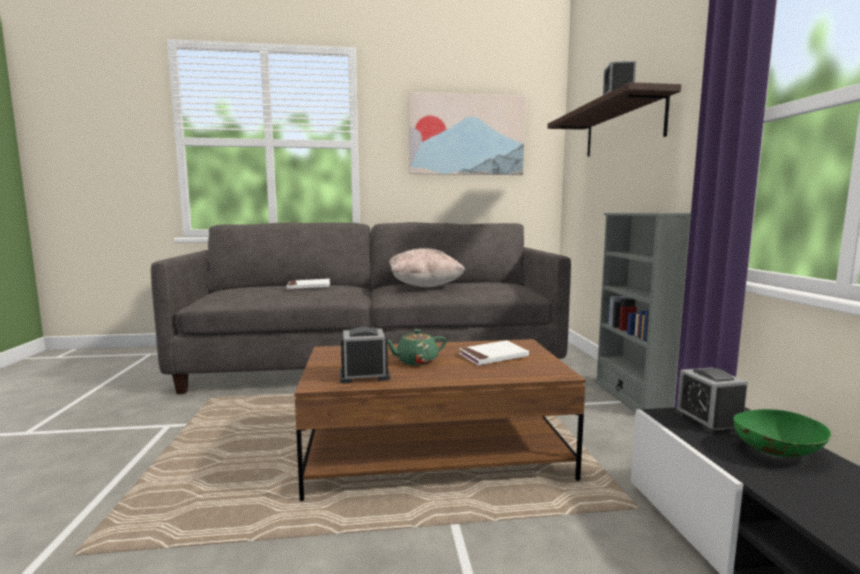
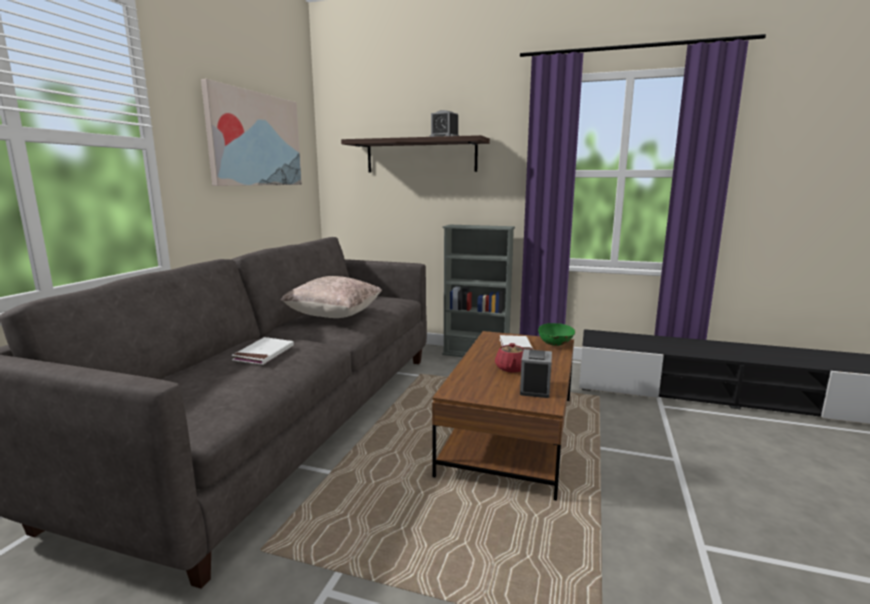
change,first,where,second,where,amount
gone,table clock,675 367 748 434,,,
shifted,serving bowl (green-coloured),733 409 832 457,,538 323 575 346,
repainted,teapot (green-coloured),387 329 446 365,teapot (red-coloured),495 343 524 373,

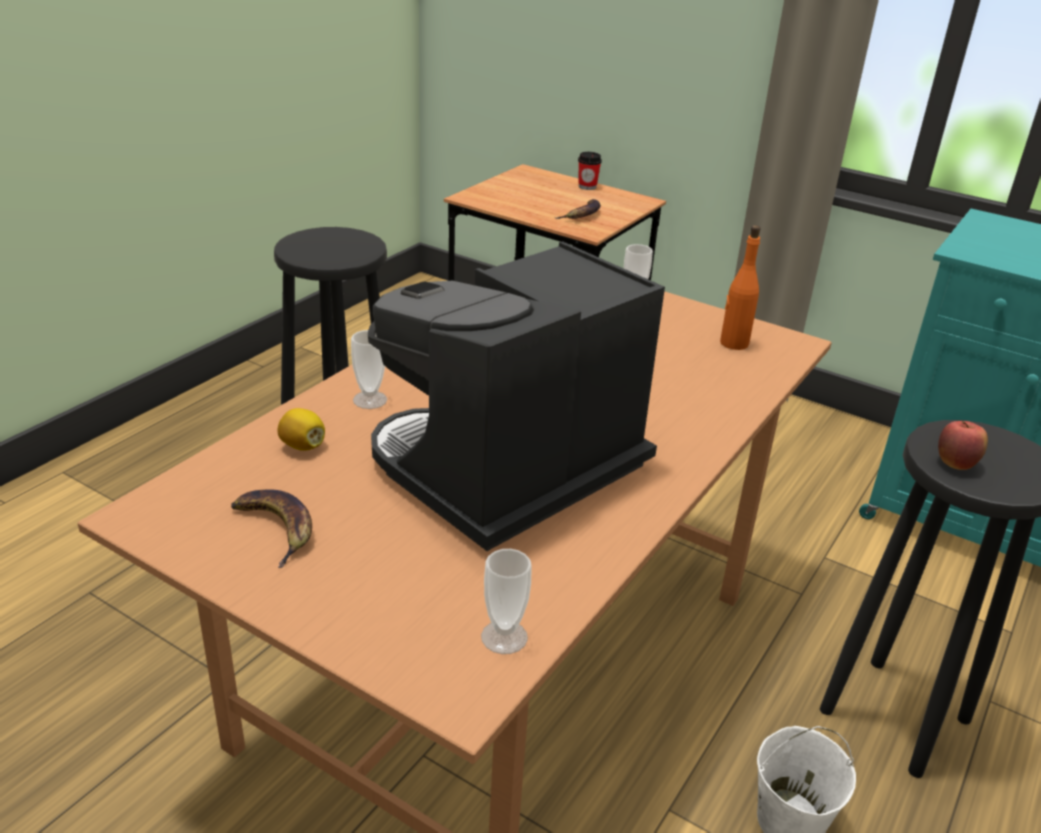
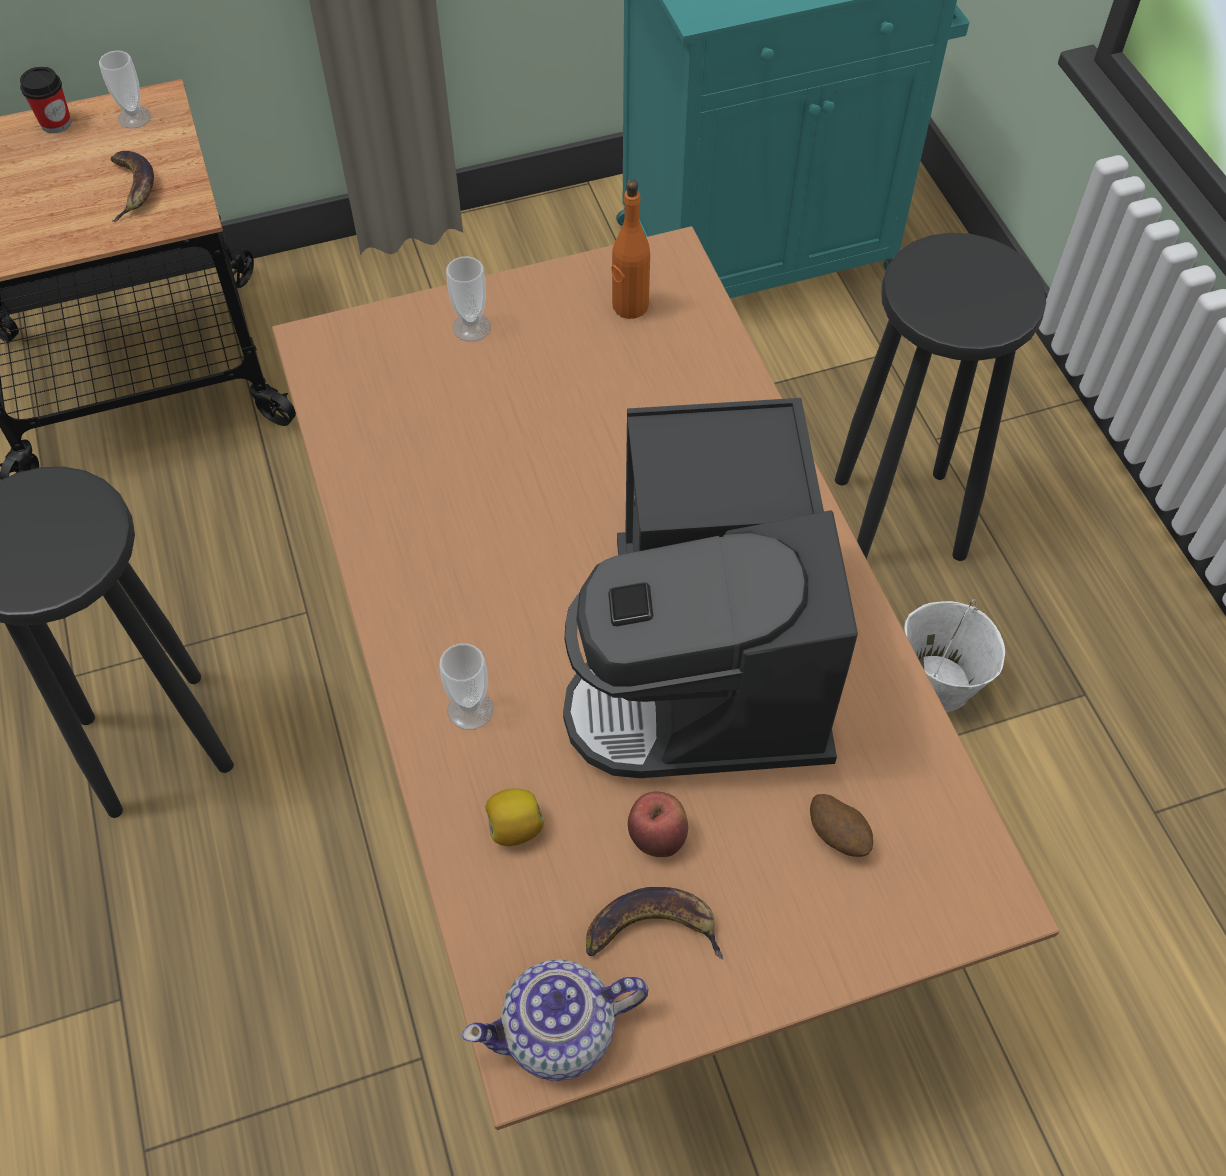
change,first,where,second,where,amount
new,,,teapot,462 959 648 1081,
new,,,potato,810 794 873 857,
shifted,small cup,481 549 532 654,,99 50 151 129,
shifted,whole apple,938 421 988 470,,628 791 688 857,

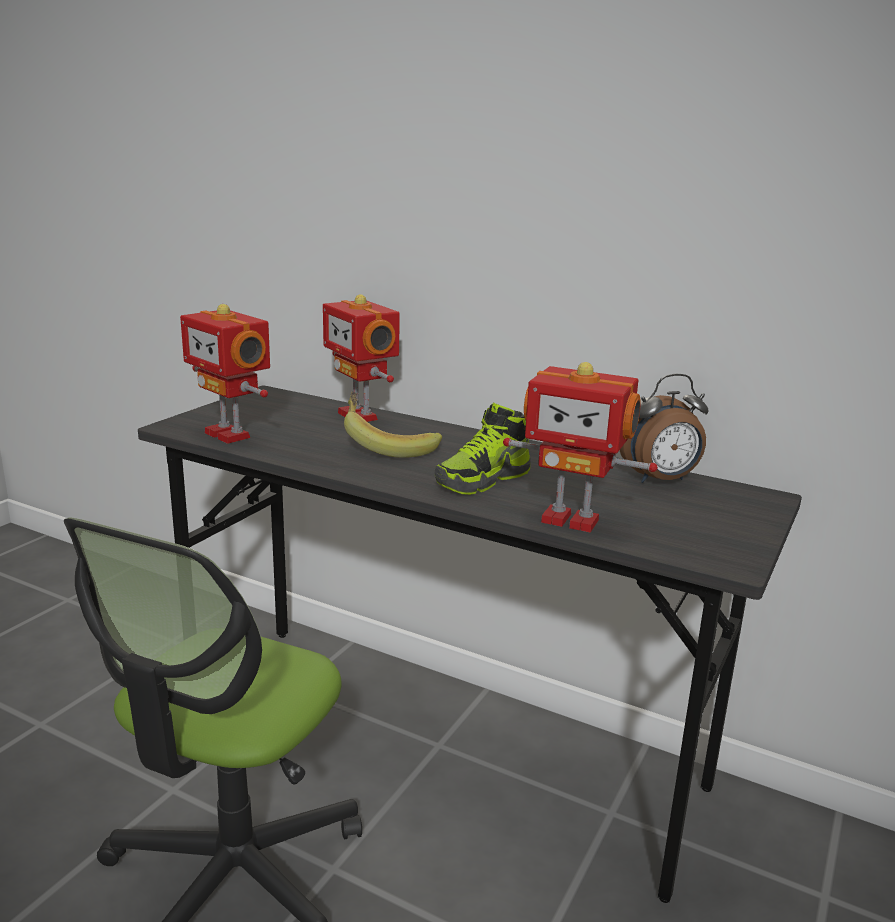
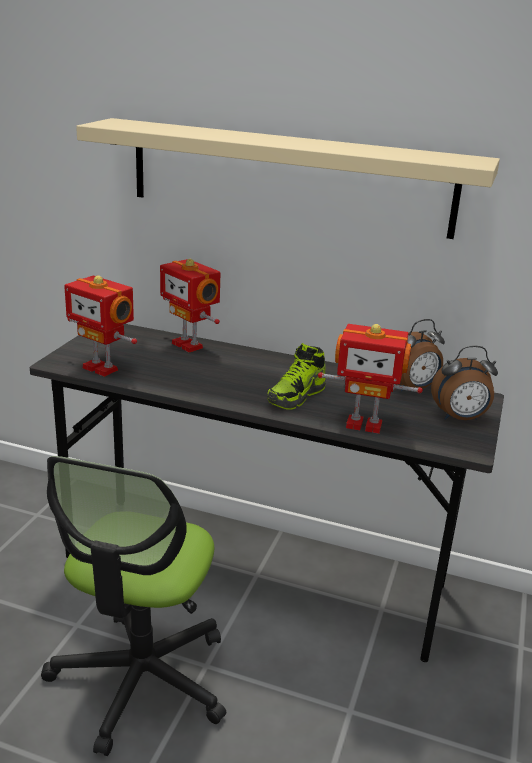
change,first,where,second,where,amount
gone,banana fruit,344 391 442 458,,,
new,,,shelf (beige-coloured),76 118 500 239,
new,,,table clock,431 345 498 420,

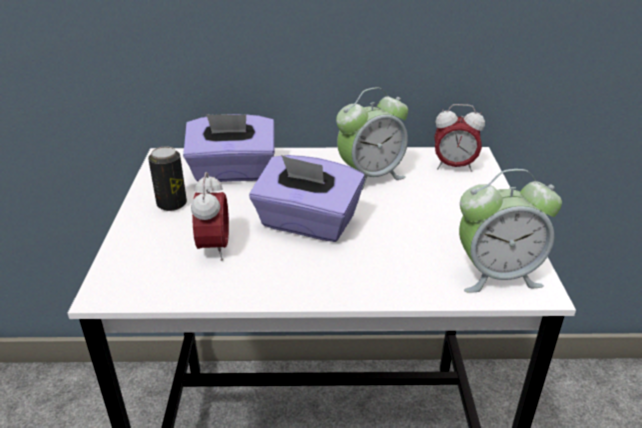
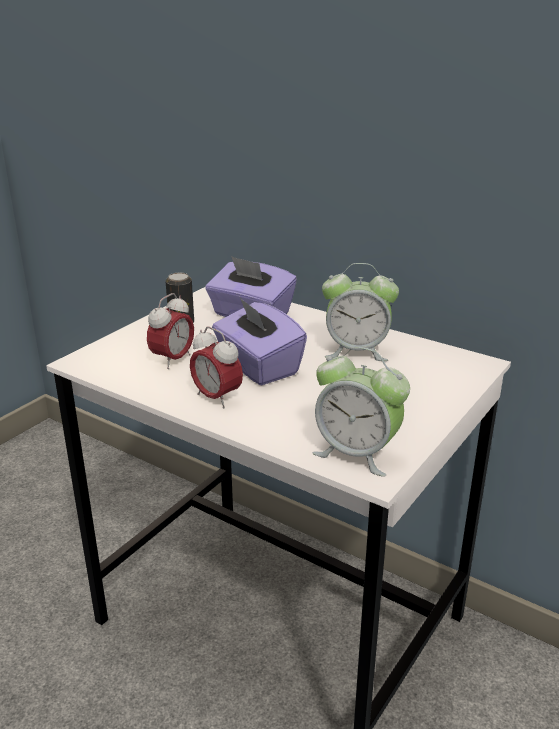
change,first,where,second,where,amount
shifted,table clock,434 104 485 172,,190 327 243 408,

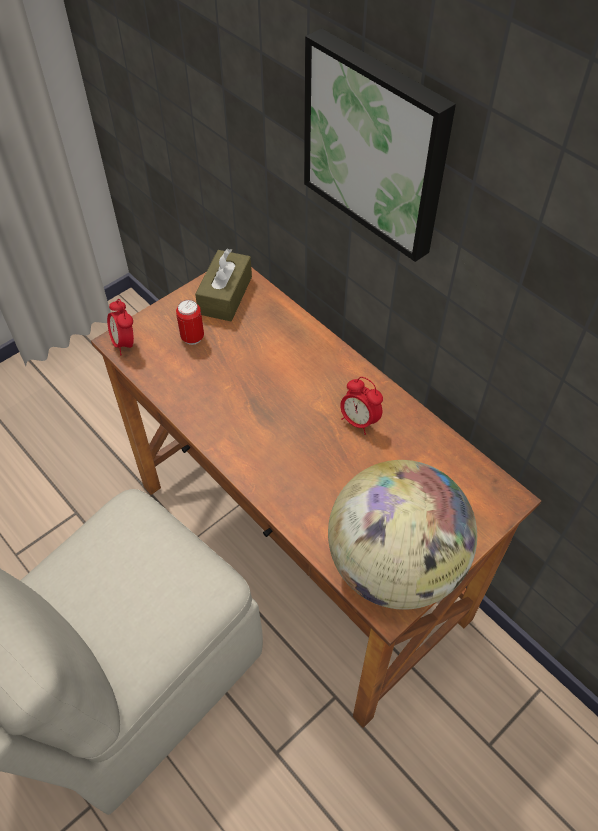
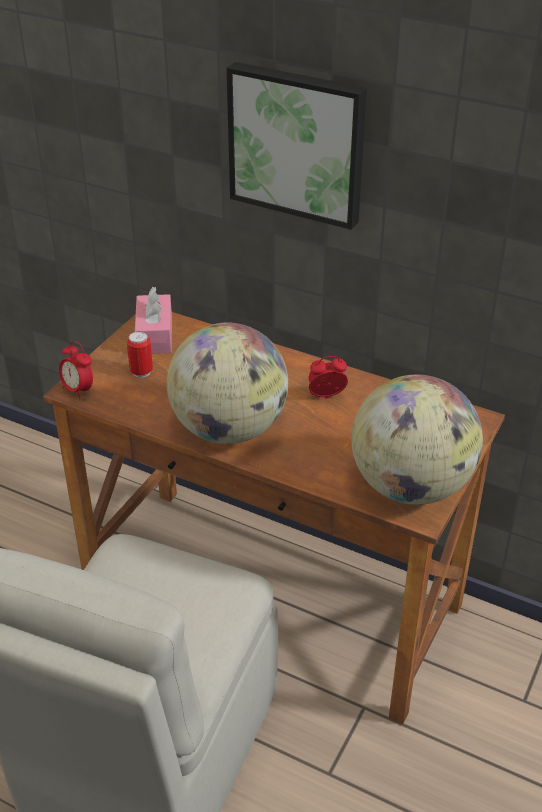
change,first,where,second,where,amount
new,,,globe,167 323 288 444,
repainted,tissue holder (brown),195 249 252 321,tissue holder (pink),135 286 172 354,
rotated,table clock,340 377 383 435,,309 356 348 399,150 degrees clockwise

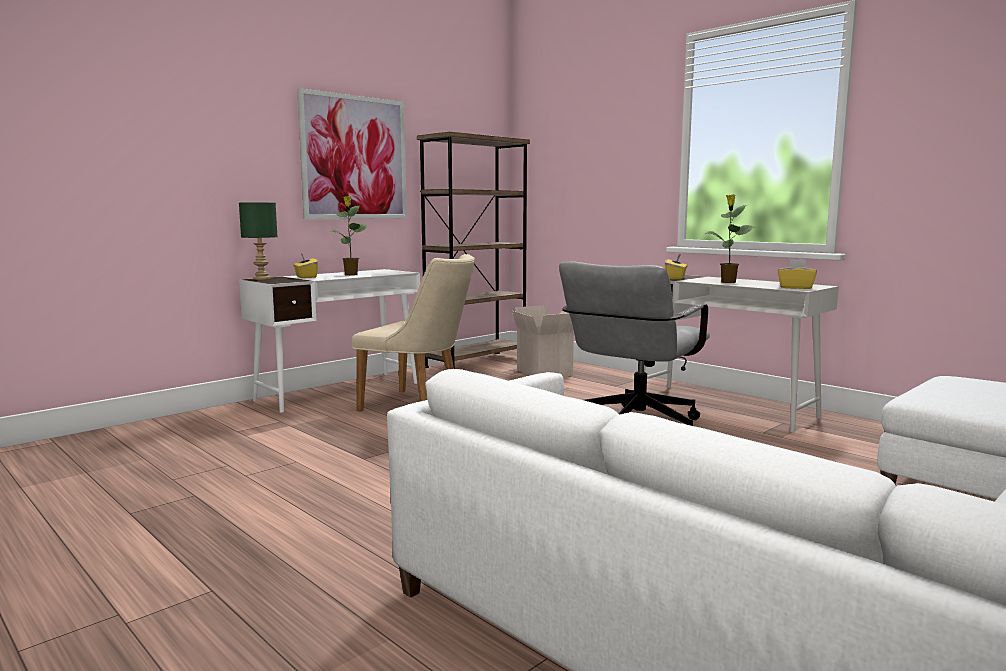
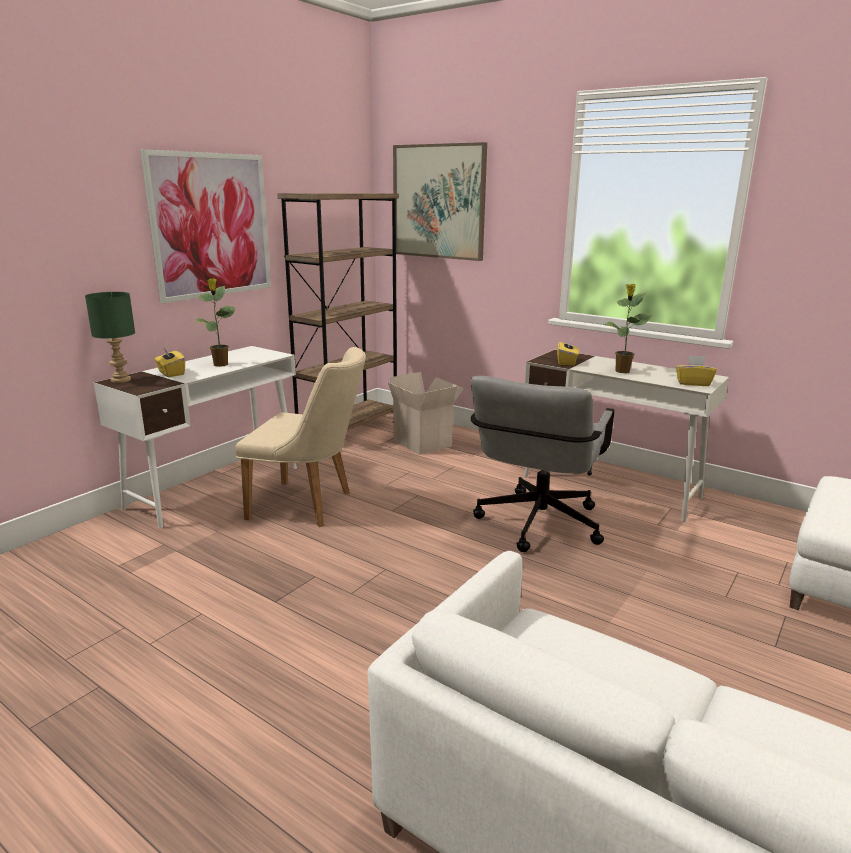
change,first,where,second,where,amount
new,,,wall picture,393 142 487 261,

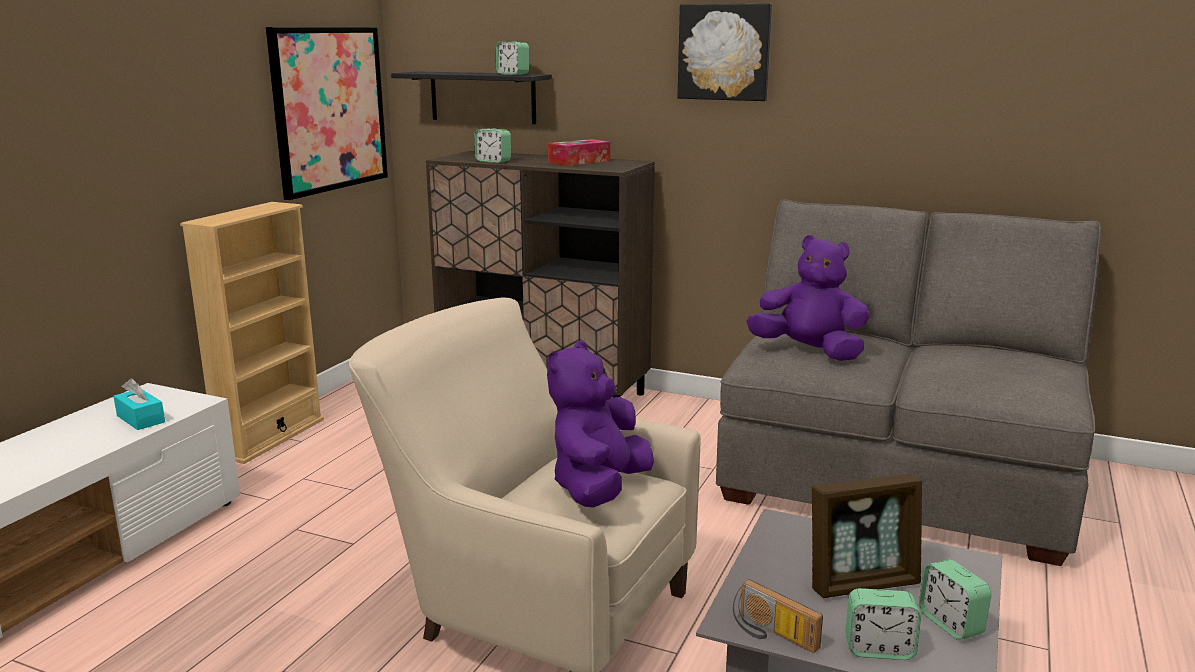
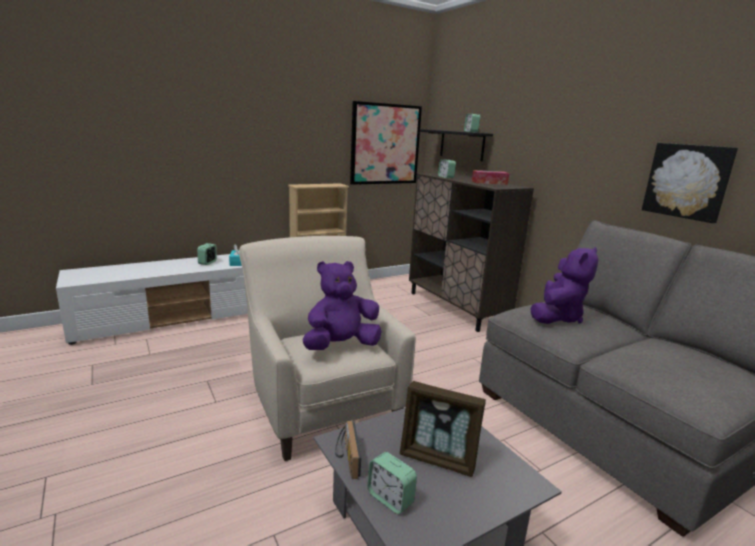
change,first,where,second,where,amount
shifted,wall picture,677 3 772 101,,642 143 738 223,
shifted,table clock,919 559 992 640,,197 243 217 265,
rotated,cuddly toy (purplish),747 235 870 361,,530 247 598 324,60 degrees clockwise

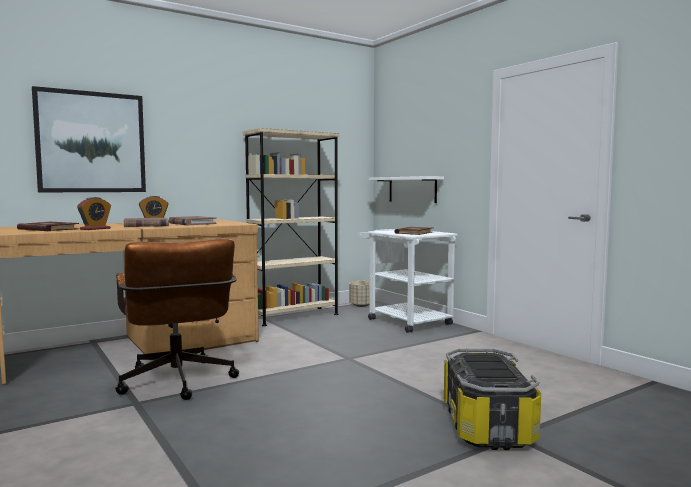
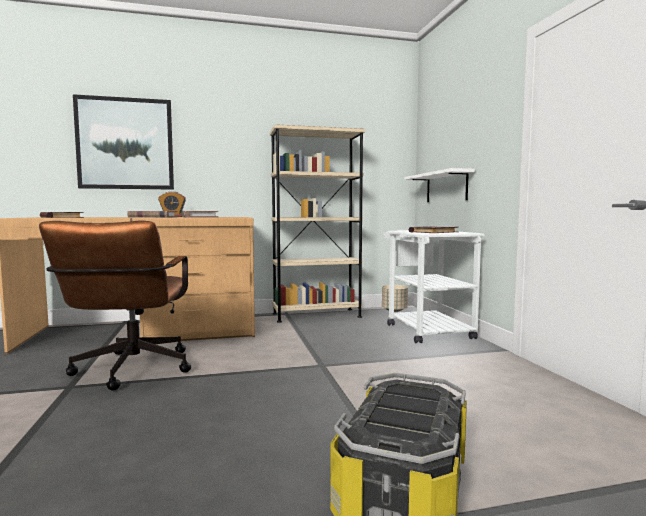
change,first,where,second,where,amount
gone,table clock,77 197 111 230,,,

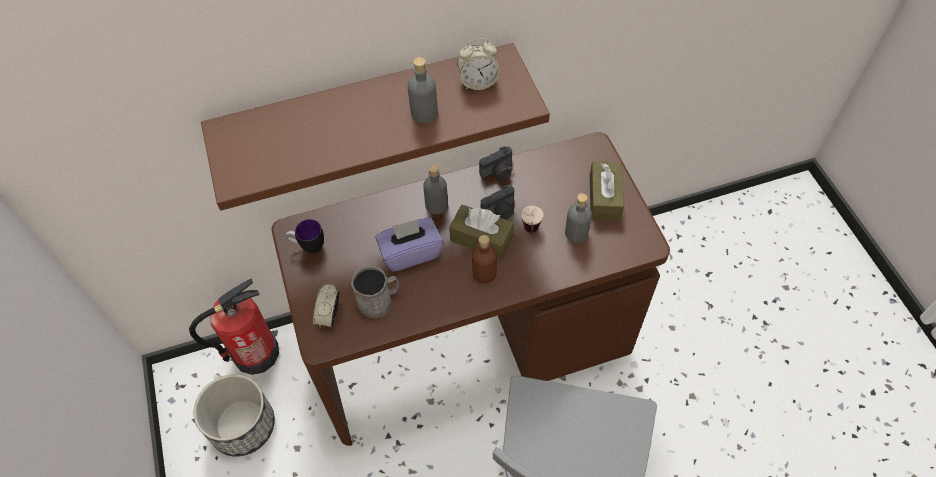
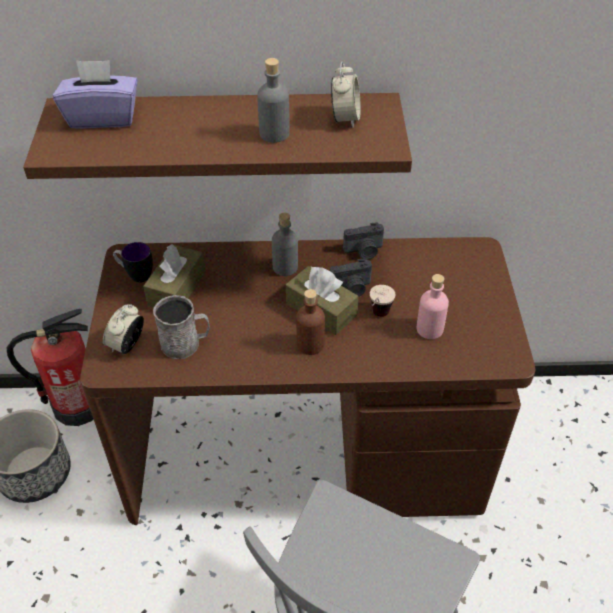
change,first,where,second,where,amount
shifted,tissue holder (purplish),375 218 443 272,,53 60 138 129,
shifted,tissue holder (brown),590 161 624 221,,143 244 206 307,
repainted,beverage bottle (grey),565 193 592 243,beverage bottle (pink),417 274 449 339,
rotated,table clock,457 38 500 90,,331 61 361 128,90 degrees counterclockwise

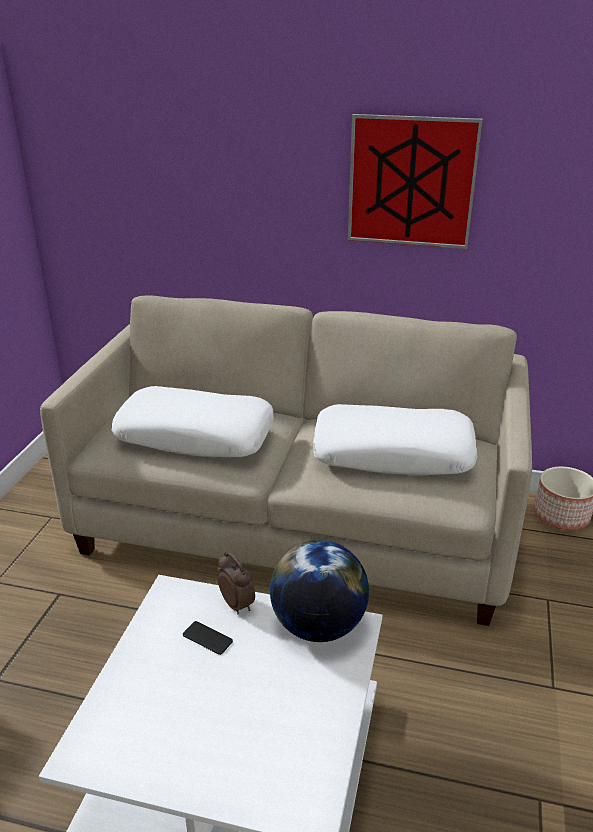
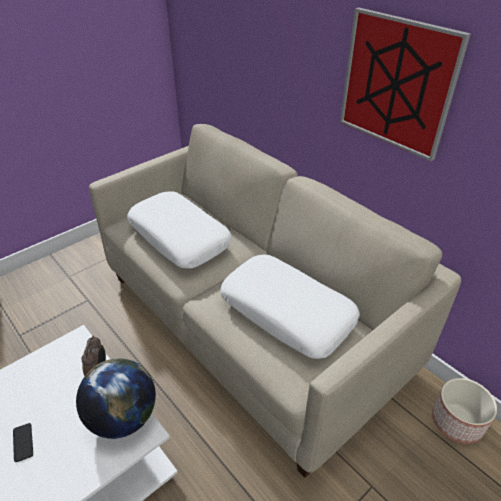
change,first,where,second,where,amount
shifted,handset,183 621 233 655,,13 423 33 462,

